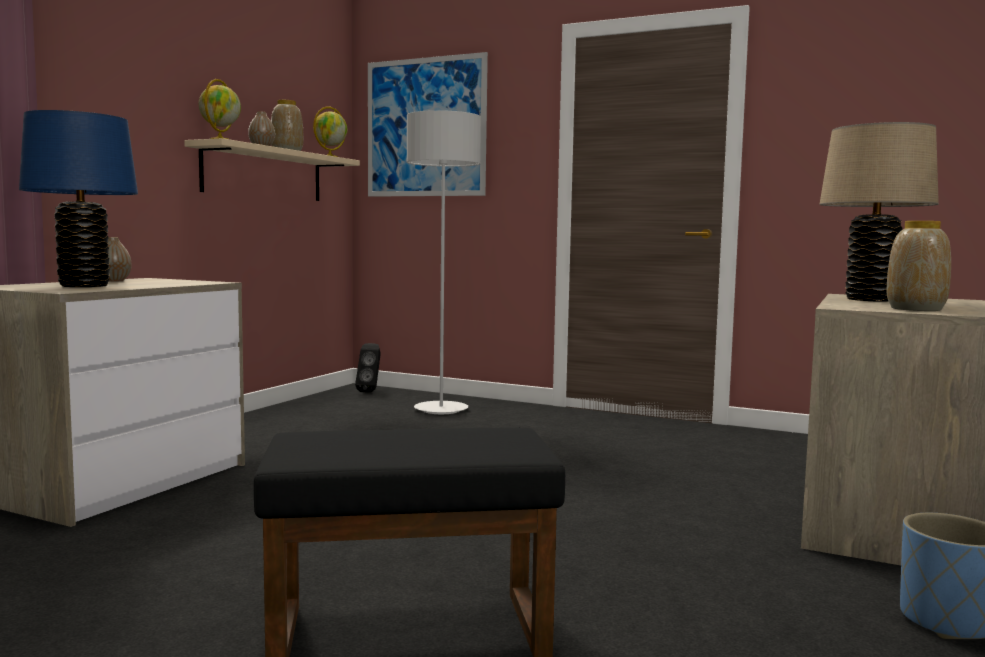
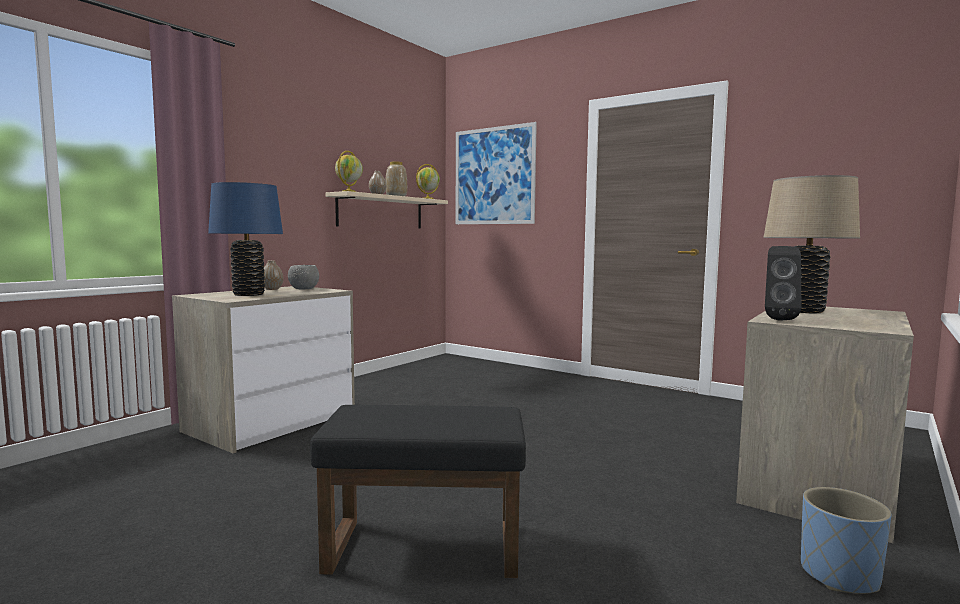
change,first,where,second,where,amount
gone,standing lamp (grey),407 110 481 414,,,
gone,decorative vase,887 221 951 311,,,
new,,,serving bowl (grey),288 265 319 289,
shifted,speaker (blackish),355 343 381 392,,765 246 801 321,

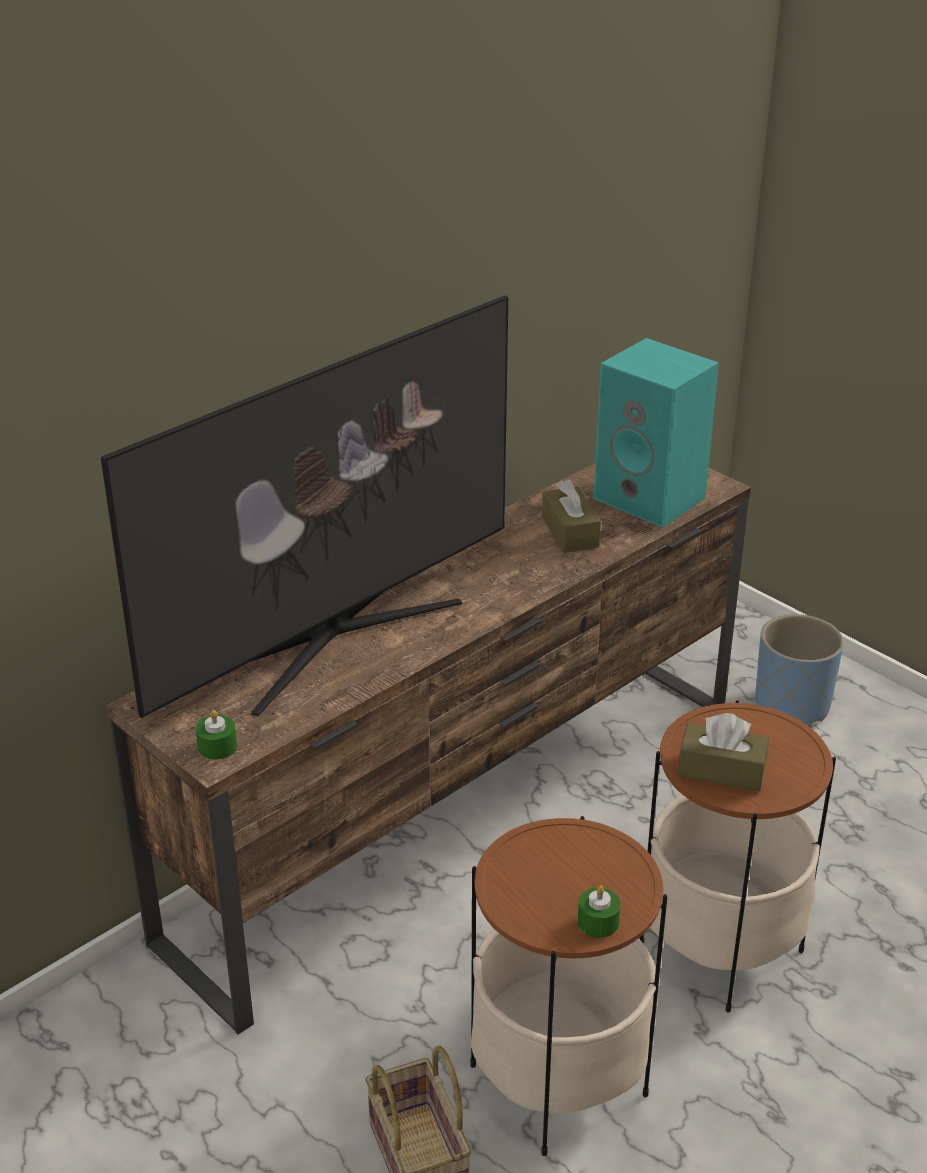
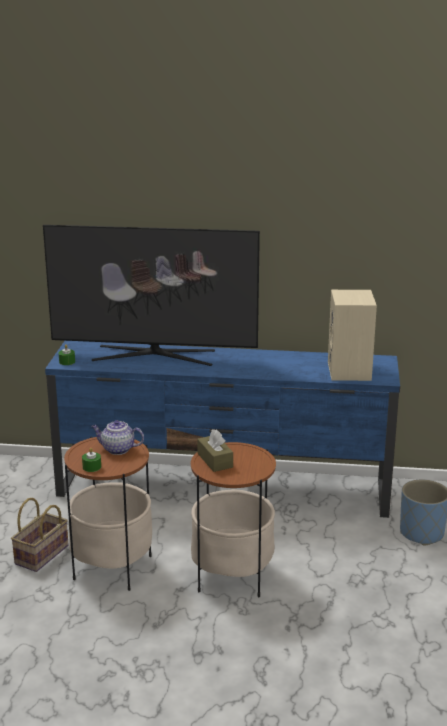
change,first,where,second,where,amount
gone,tissue holder (brown),542 479 601 553,,,
new,,,teapot,91 420 144 455,
repainted,media console (brown),106 463 751 1035,media console (bluish),45 341 400 518,
repainted,speaker (blue-green),593 338 719 528,speaker (beige-coloured),328 290 377 381,

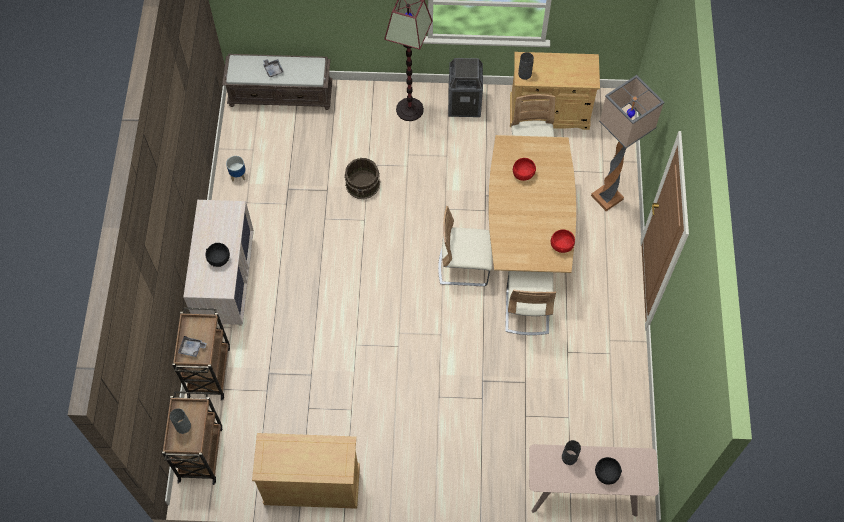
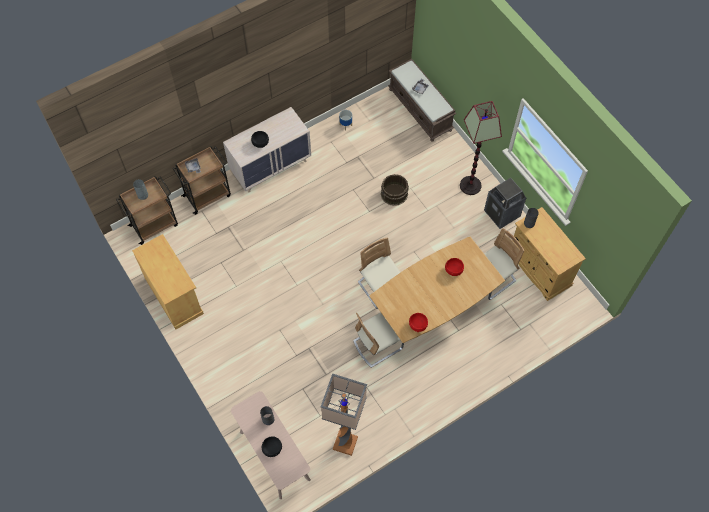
change,first,where,second,where,amount
shifted,standing lamp,591 75 665 211,,321 373 367 456,

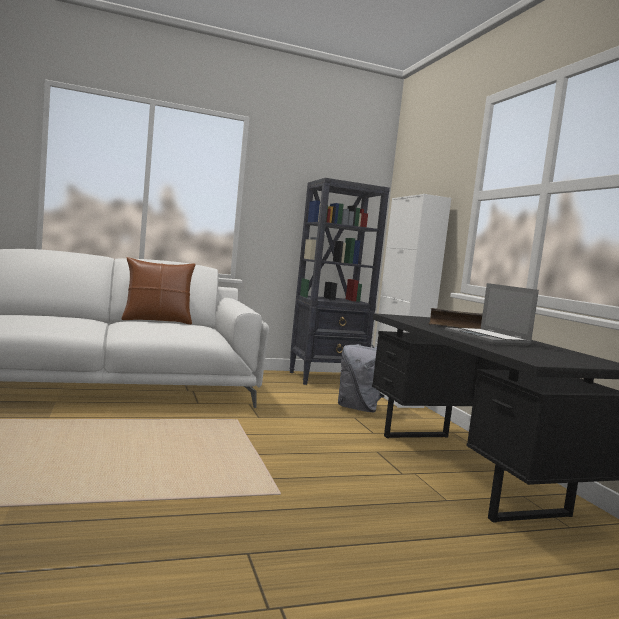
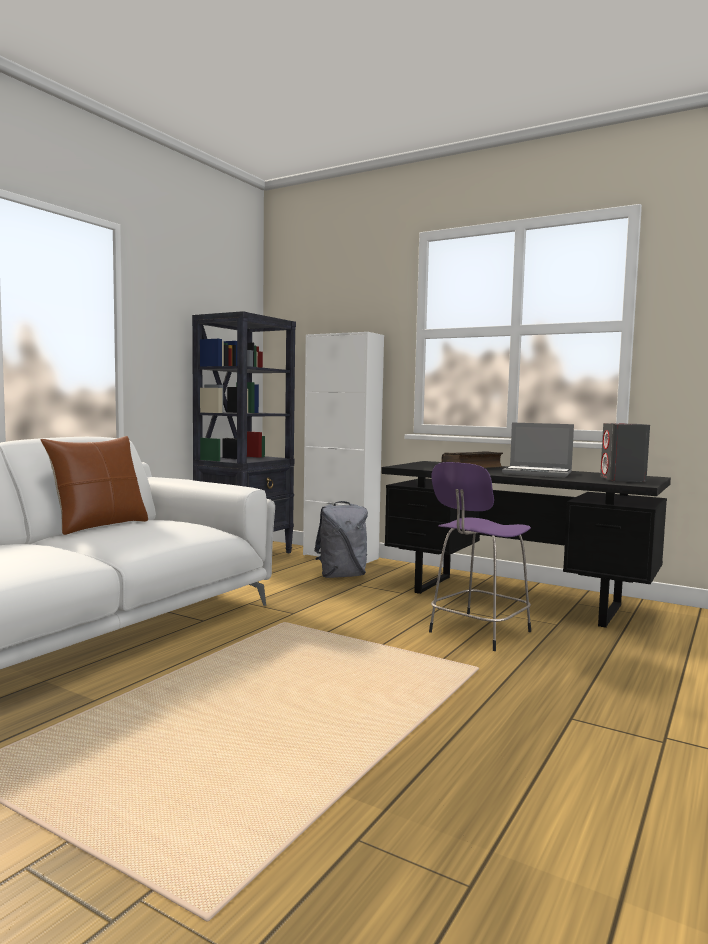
change,first,where,second,where,amount
new,,,sitting stool (purplish),429 462 531 651,
new,,,speaker (grey),600 423 650 482,

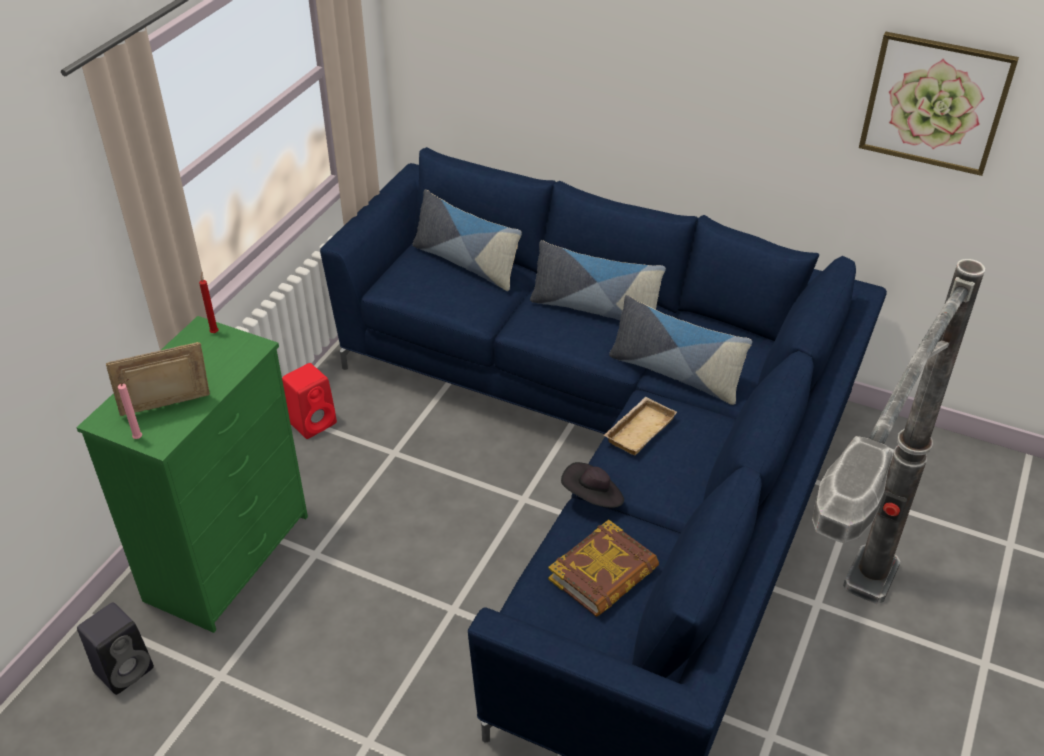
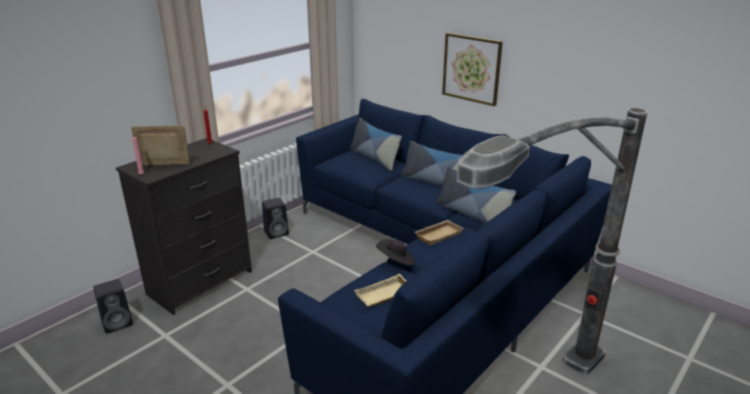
change,first,where,second,where,amount
shifted,wall picture,859 32 1019 176,,442 33 503 106,
swapped,volume,548 520 659 617,tray (beige-coloured),354 274 407 307,
repainted,chest of drawers (green-coloured),76 316 308 633,chest of drawers (blackish),116 138 252 315,
repainted,speaker (red-coloured),282 363 337 439,speaker (blackish),262 198 289 239,

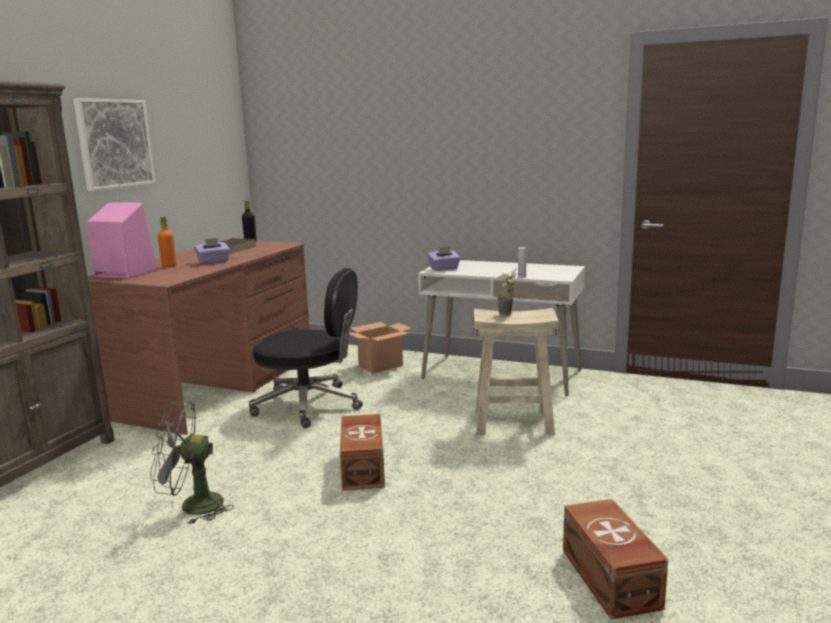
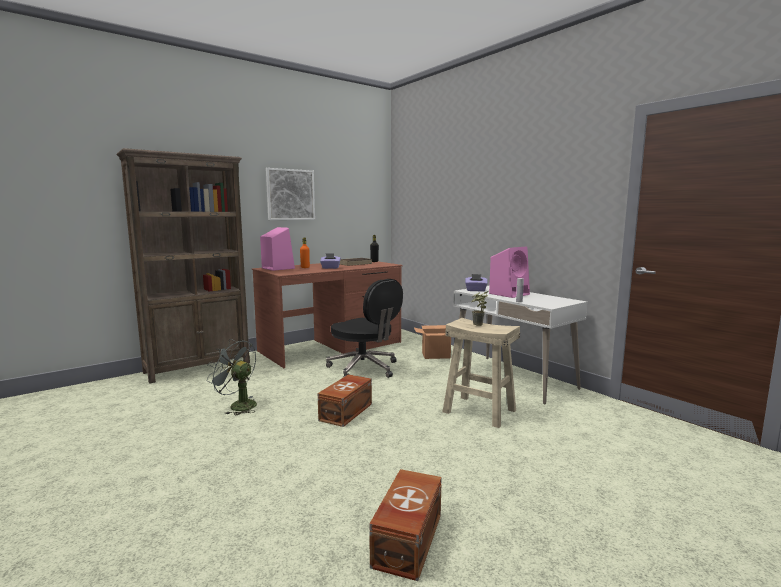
change,first,where,second,where,amount
new,,,speaker (pink),489 246 530 298,

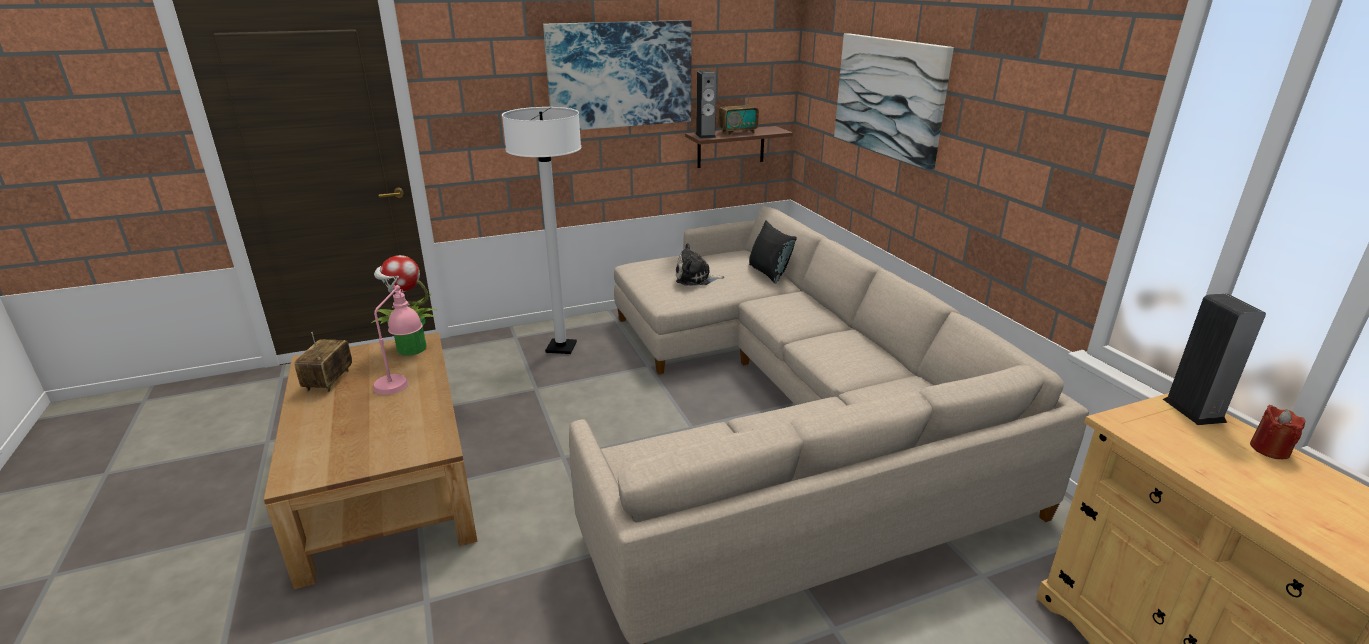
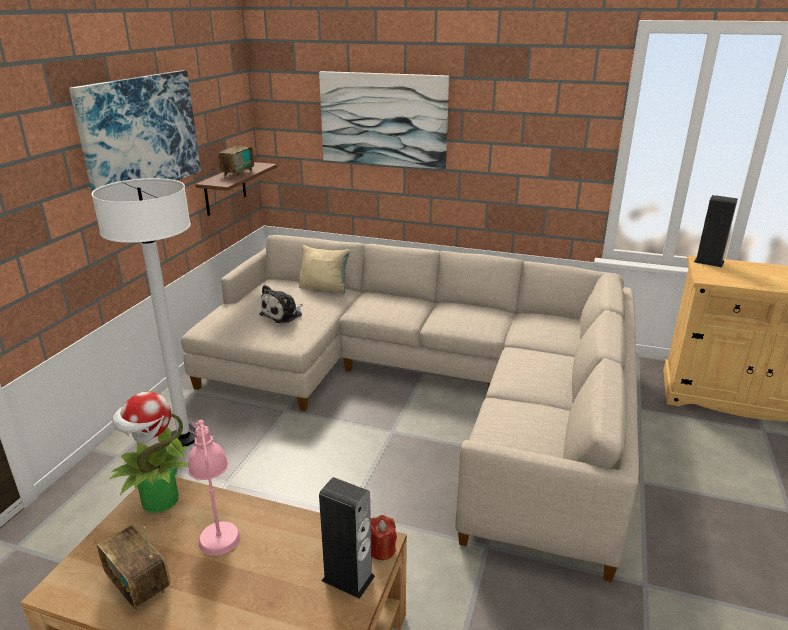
change,first,where,second,where,amount
shifted,speaker,695 70 716 139,,319 477 375 599,
shifted,wax light (red-coloured),1250 405 1305 459,,371 515 397 560,
repainted,throw pillow (blackish),749 220 797 284,throw pillow (beige-coloured),299 245 350 294,

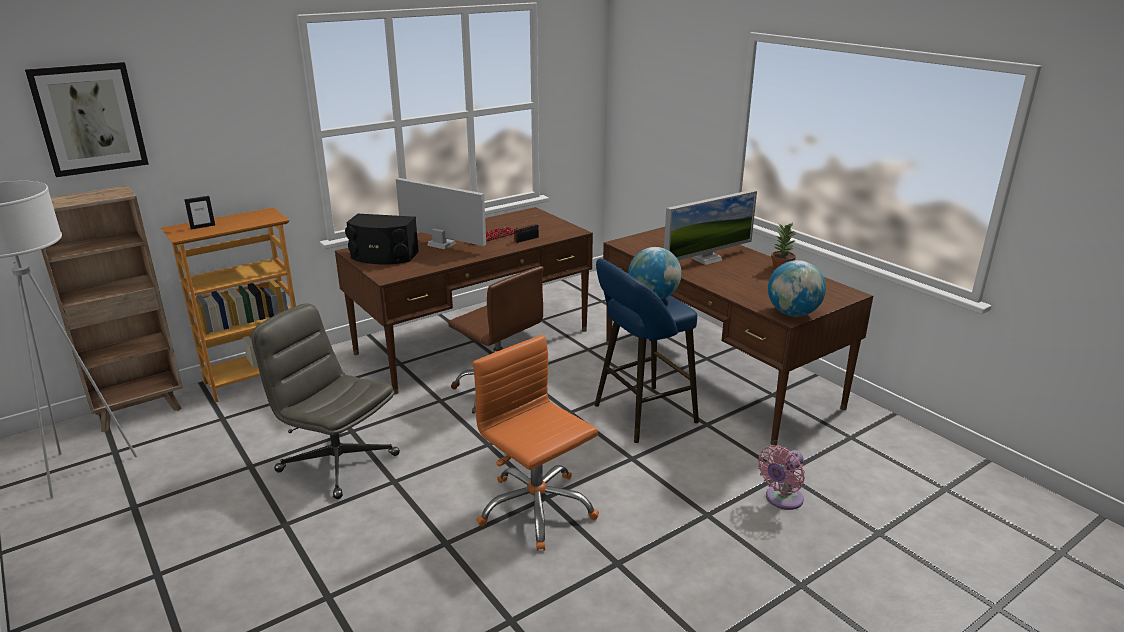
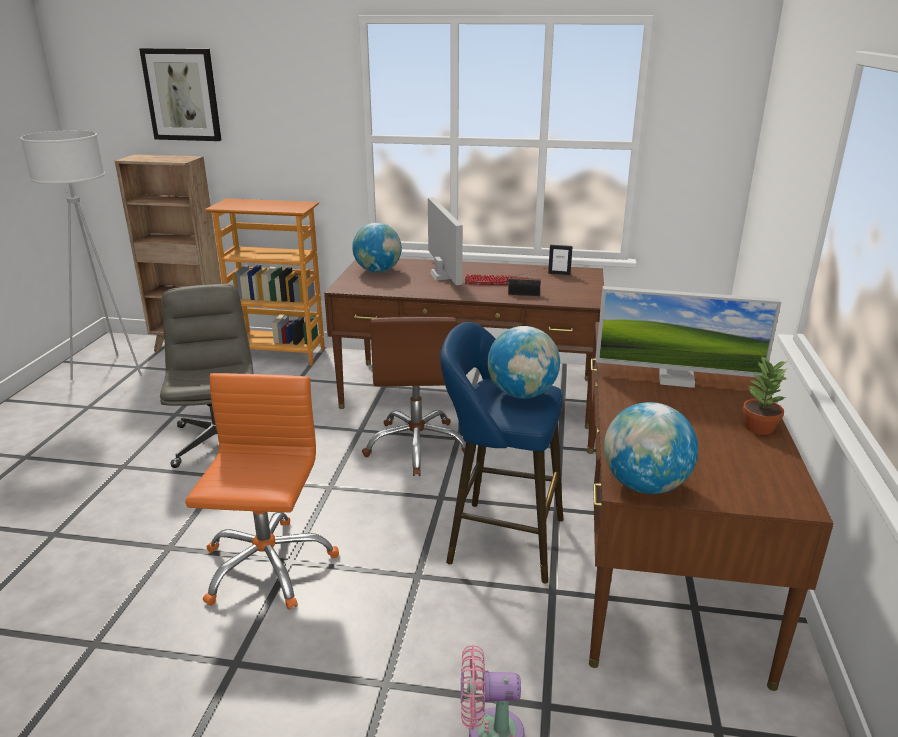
change,first,where,second,where,amount
shifted,picture frame,184 196 215 229,,548 245 573 275,
swapped,speaker (blackish),345 214 419 264,globe,352 223 402 273,

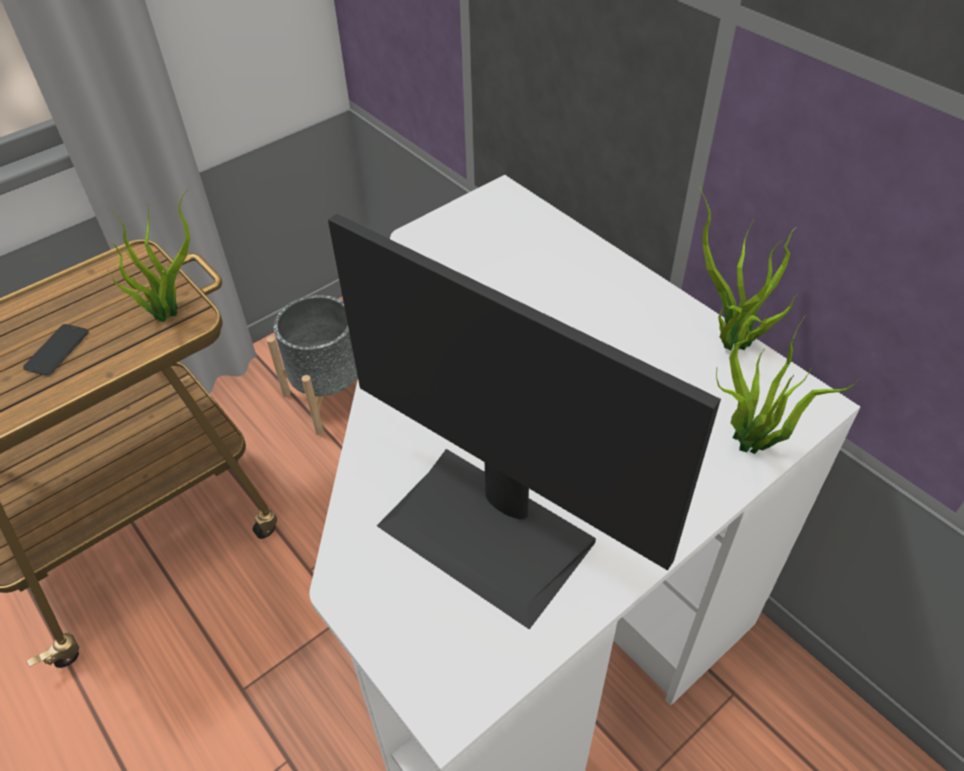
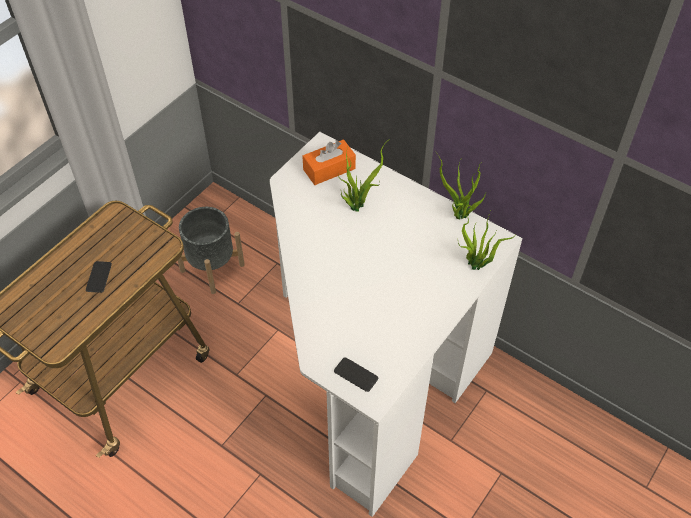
change,first,where,second,where,amount
gone,monitor,328 214 721 629,,,
new,,,tissue holder (orange-coloured),302 139 356 185,
new,,,handset,334 357 378 392,
shifted,plant in a pot,108 189 190 322,,338 144 385 211,

